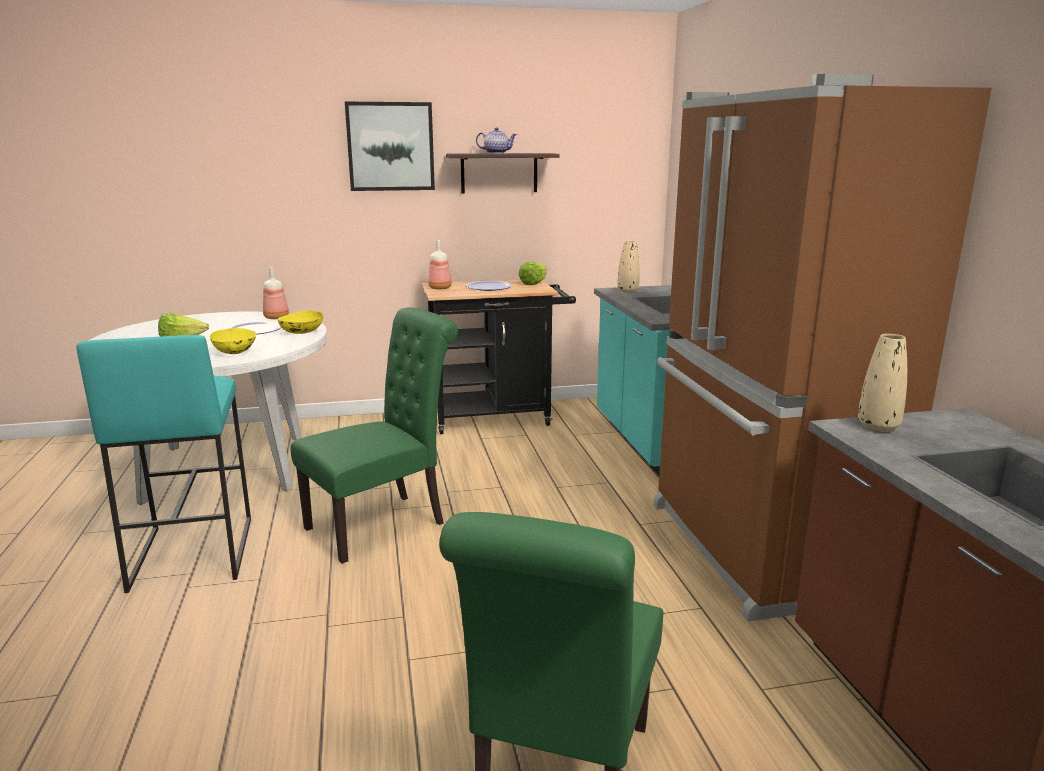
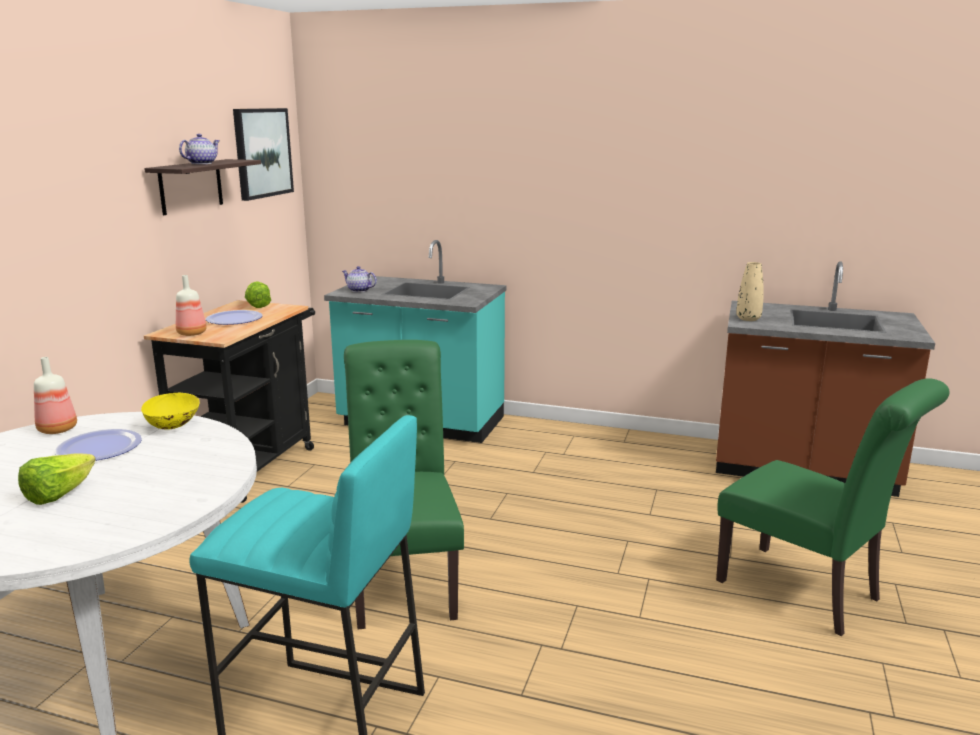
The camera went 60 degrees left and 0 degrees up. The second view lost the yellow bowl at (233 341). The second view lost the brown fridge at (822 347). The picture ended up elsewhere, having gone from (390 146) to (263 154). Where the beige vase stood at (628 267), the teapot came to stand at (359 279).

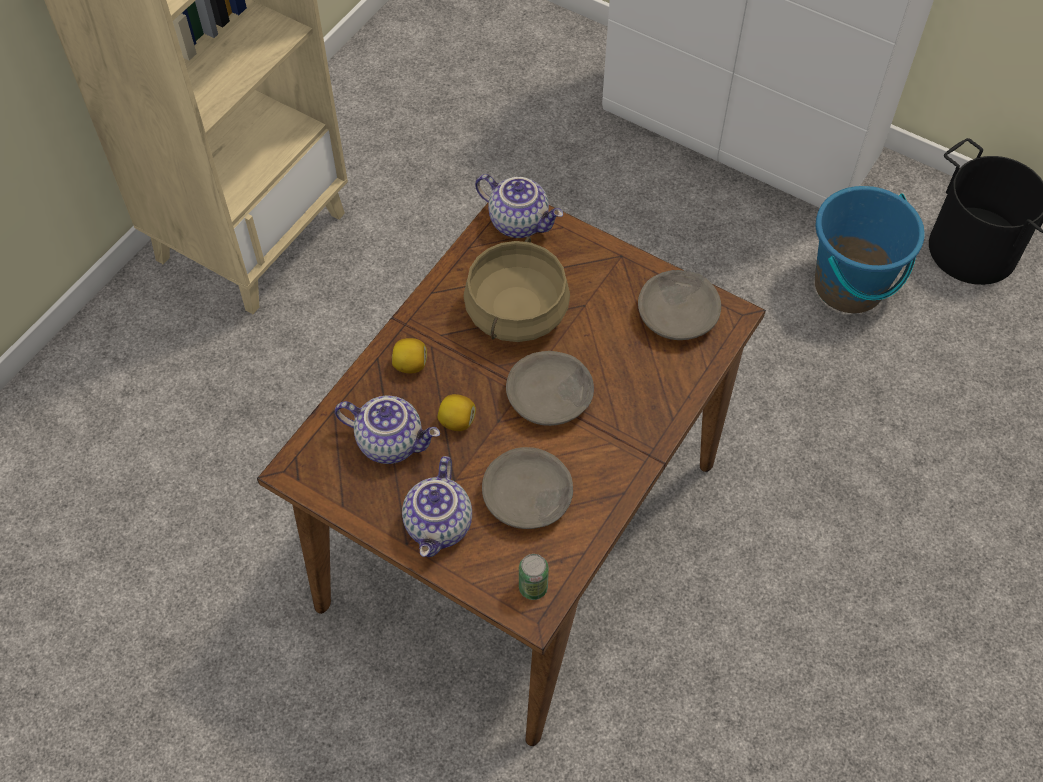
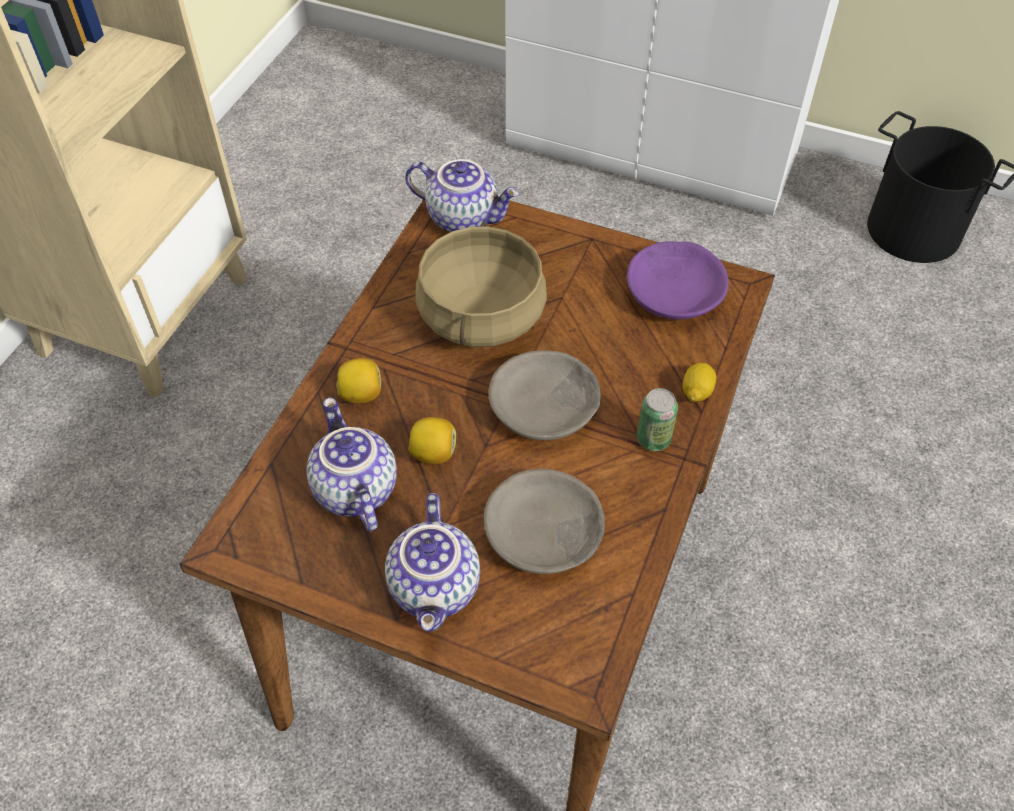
The camera went 10 degrees left and 5 degrees down. The second view lost the blue bucket at (870 249). The second view gained the lemon at (699 382). The can ended up elsewhere, having gone from (534 577) to (657 419). What was the grey bowl at (679 305) turned into the purple bowl at (678 280). The teapot at (387 430) ended up facing another way, 120 degrees counterclockwise from before.

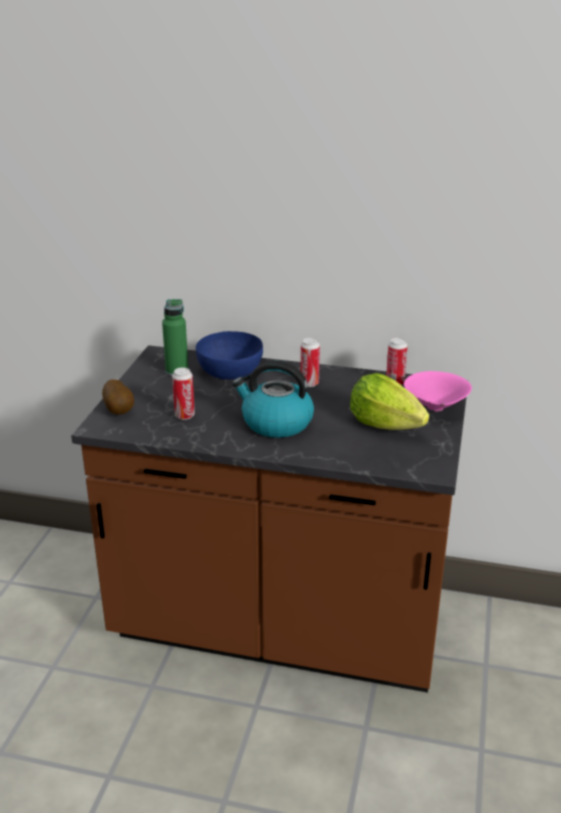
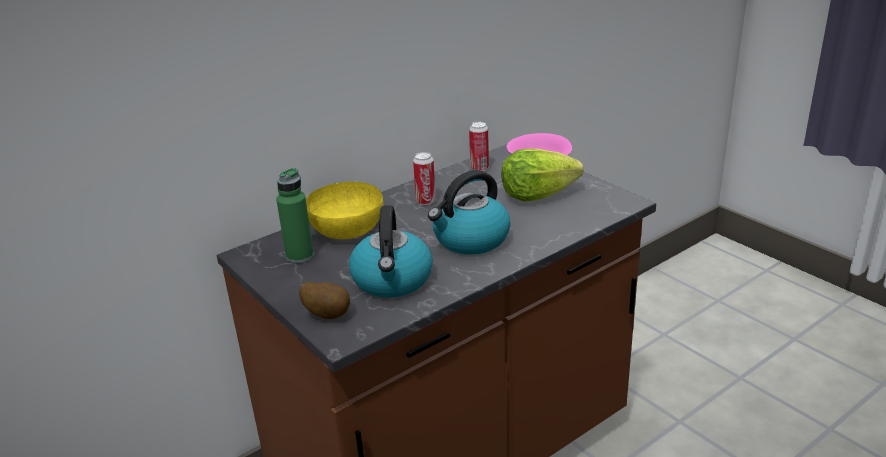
The camera went 50 degrees left and 0 degrees up. Where the can stood at (183 394), the kettle came to stand at (391 251). What was the blue bowl at (229 355) turned into the yellow bowl at (344 210).

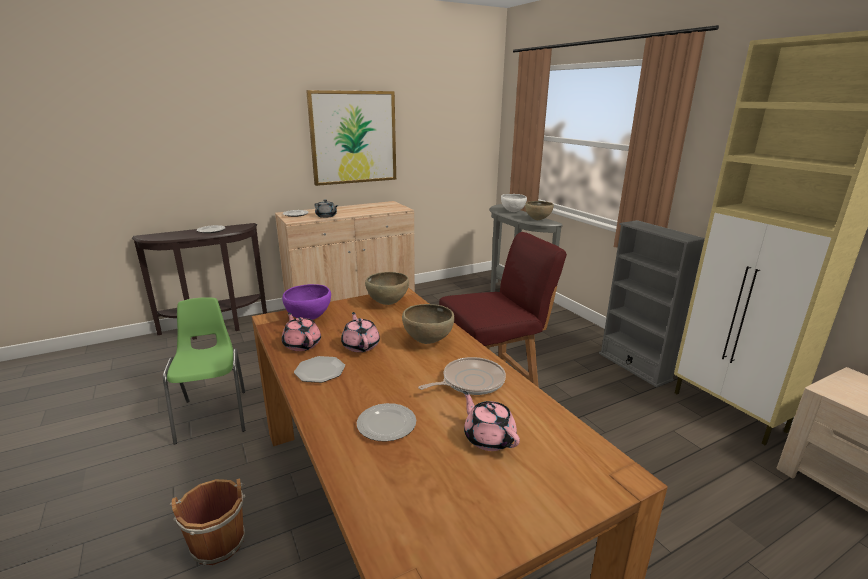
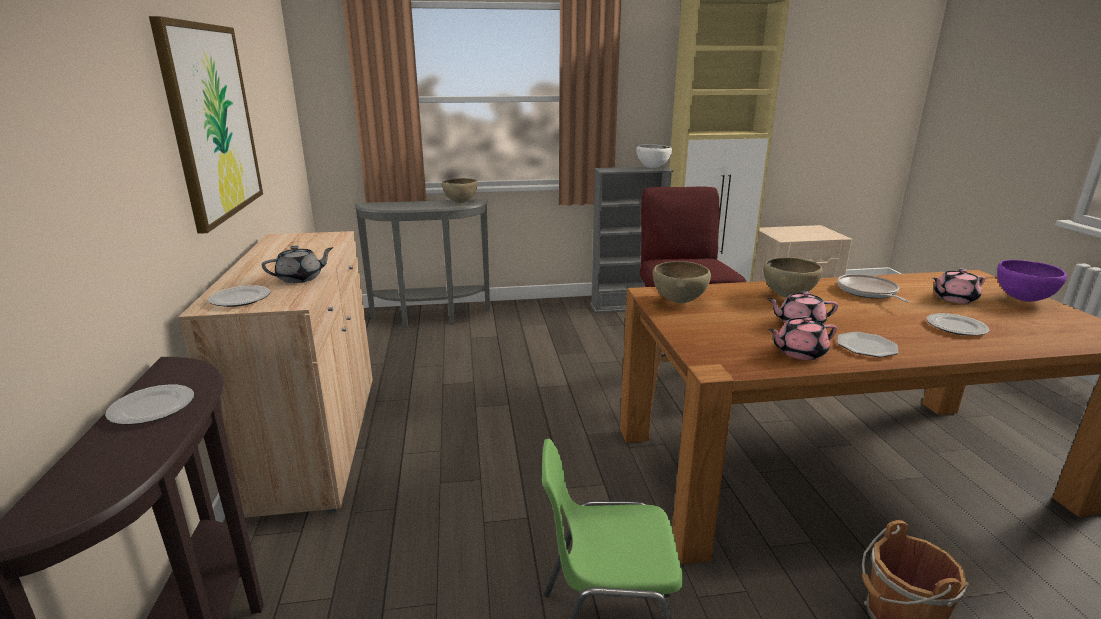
The camera went 70 degrees left and 0 degrees up. The purple bowl ended up elsewhere, having gone from (306 302) to (1032 281). The white bowl ended up elsewhere, having gone from (514 203) to (654 156).

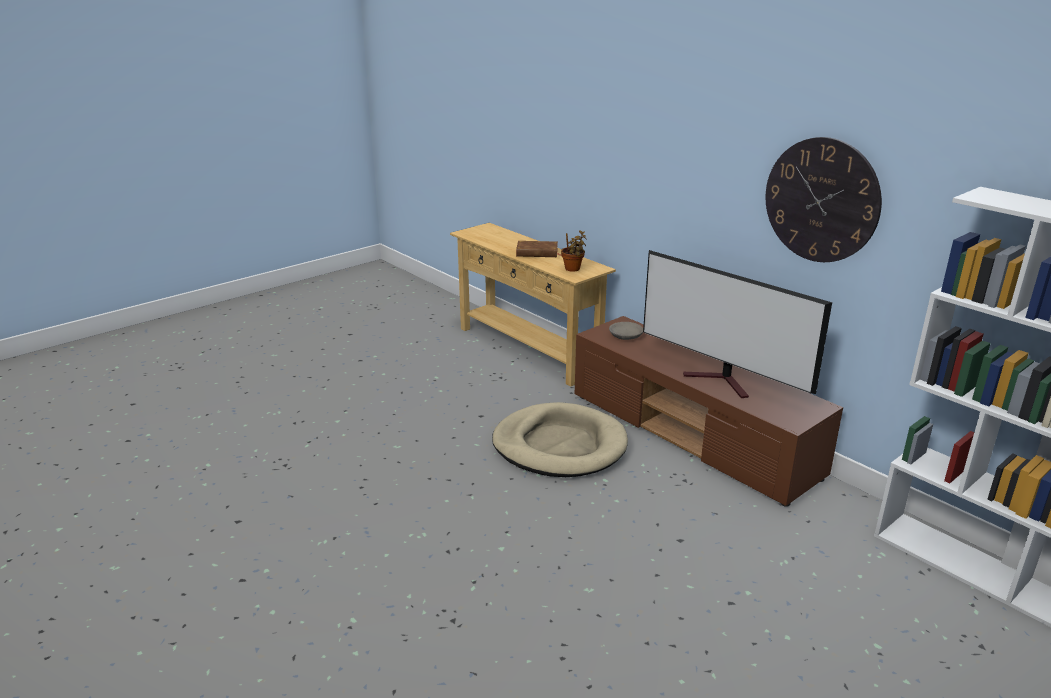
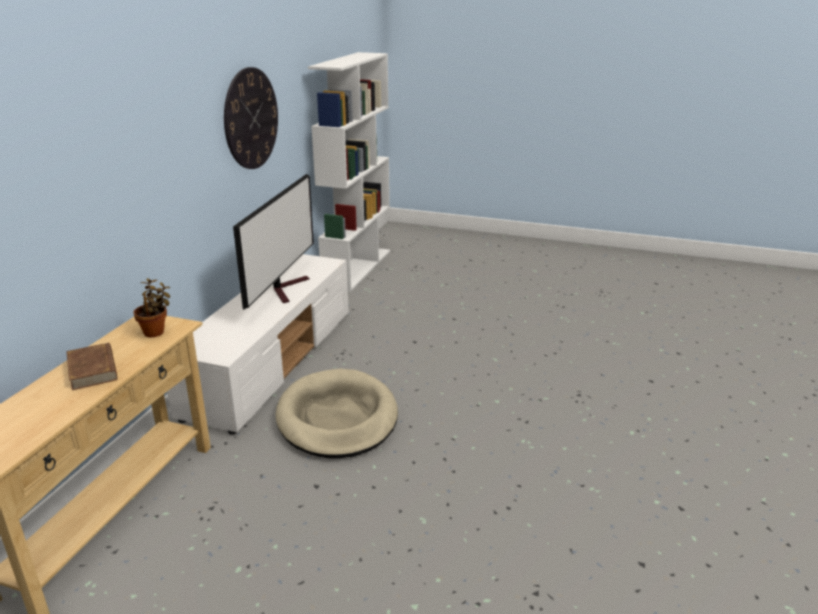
The camera went 120 degrees left and 0 degrees up. The second view lost the grey bowl at (626 331). What was the brown tv stand at (709 411) turned into the white tv stand at (258 344).

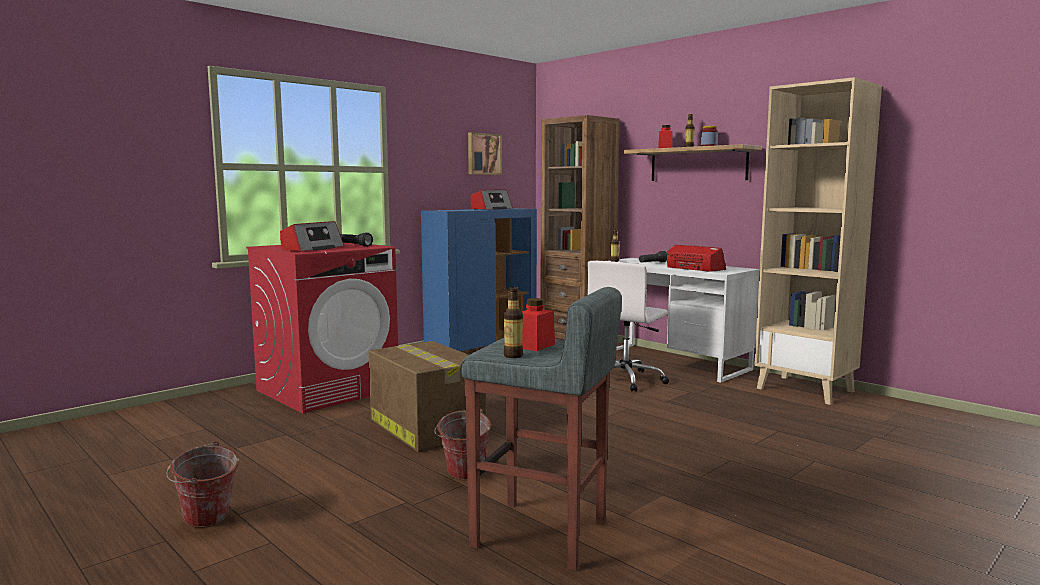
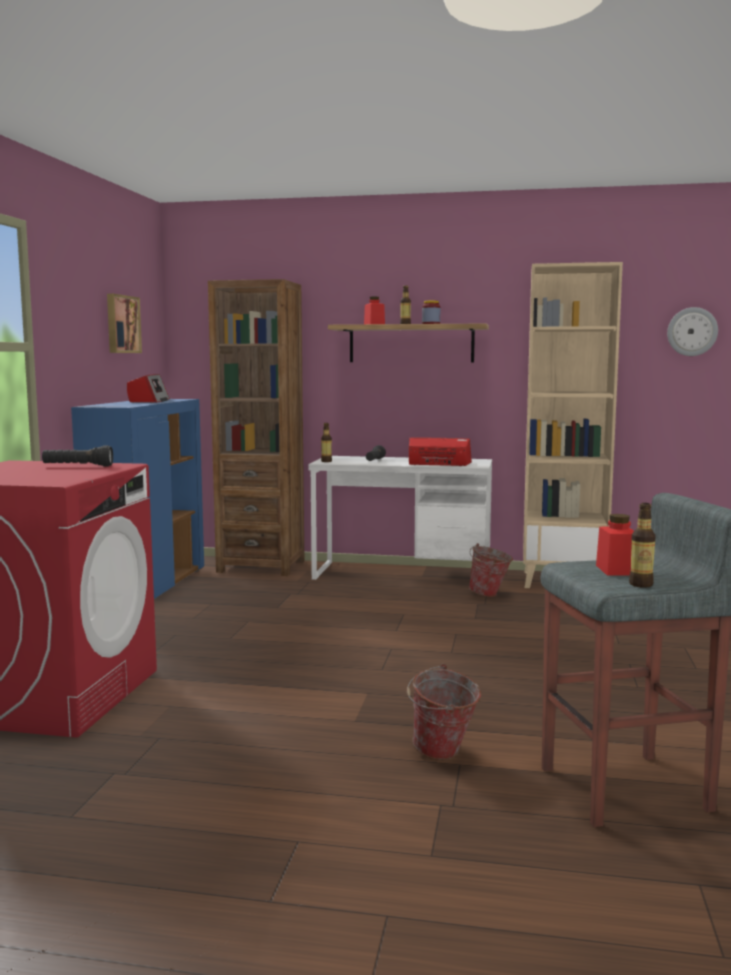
The camera went 35 degrees left and 0 degrees up. The second view lost the radio at (312 236). The second view lost the cardboard box at (427 396). The second view lost the white office chair at (628 326). The second view gained the wall clock at (692 331). The bucket ended up elsewhere, having gone from (203 484) to (490 570).

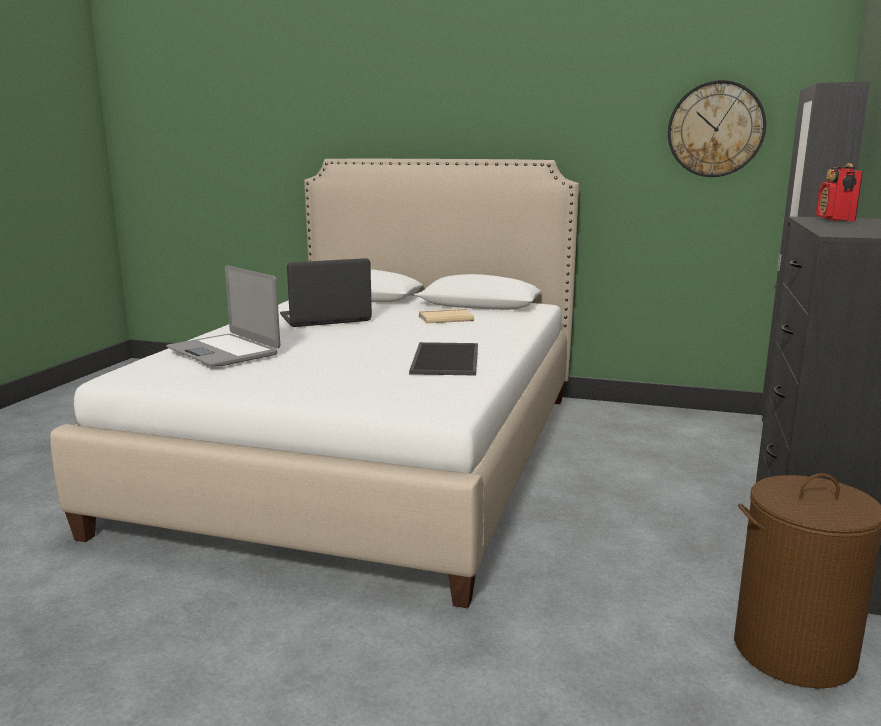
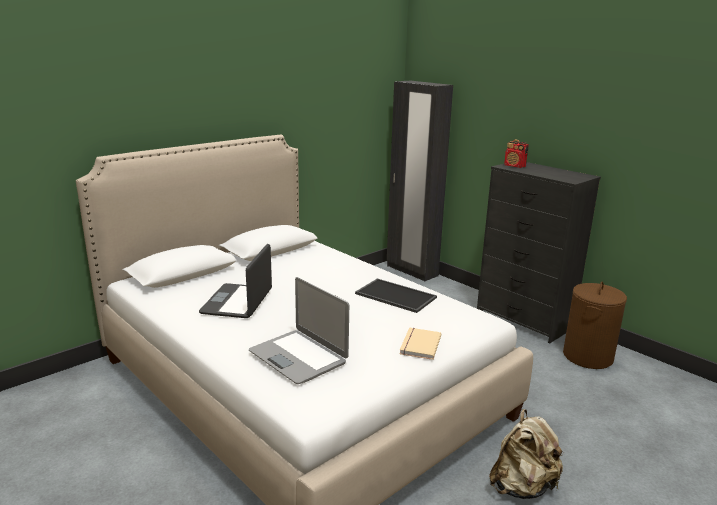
The camera went 60 degrees left and 5 degrees up. The second view lost the wall clock at (717 128). The second view gained the beige backpack at (526 454). The beige book ended up elsewhere, having gone from (446 316) to (420 344). The laptop at (223 316) ended up facing another way, 60 degrees clockwise from before.

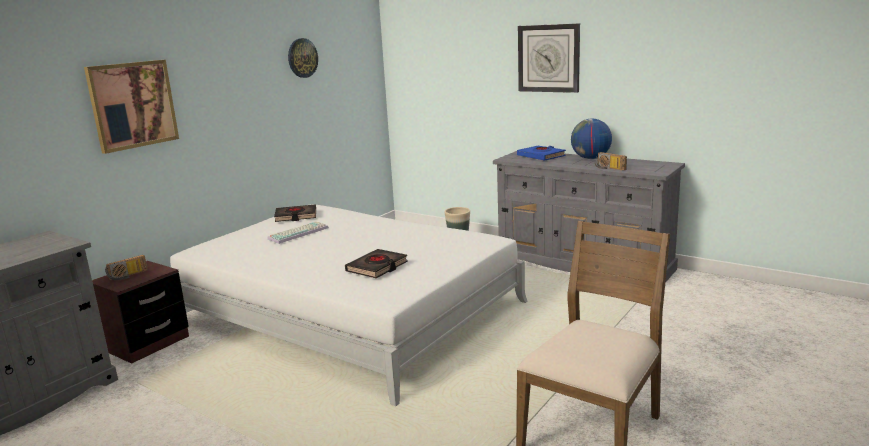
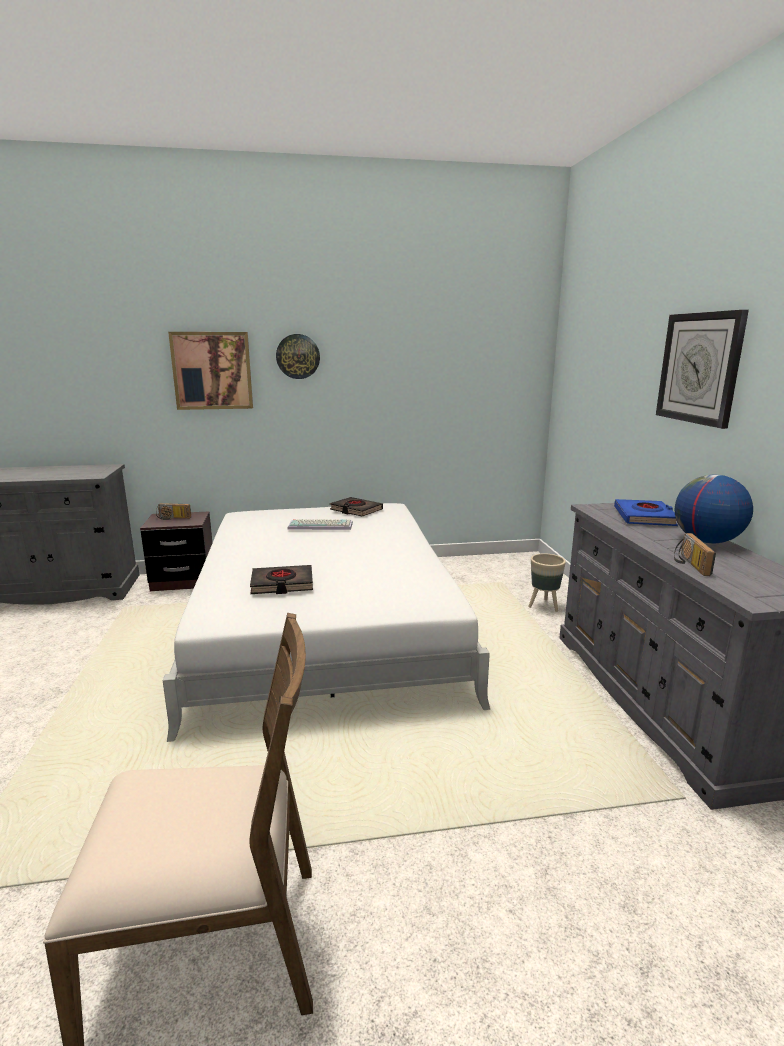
The camera went 45 degrees right and 0 degrees up. The wall clock ended up elsewhere, having gone from (303 58) to (298 356).

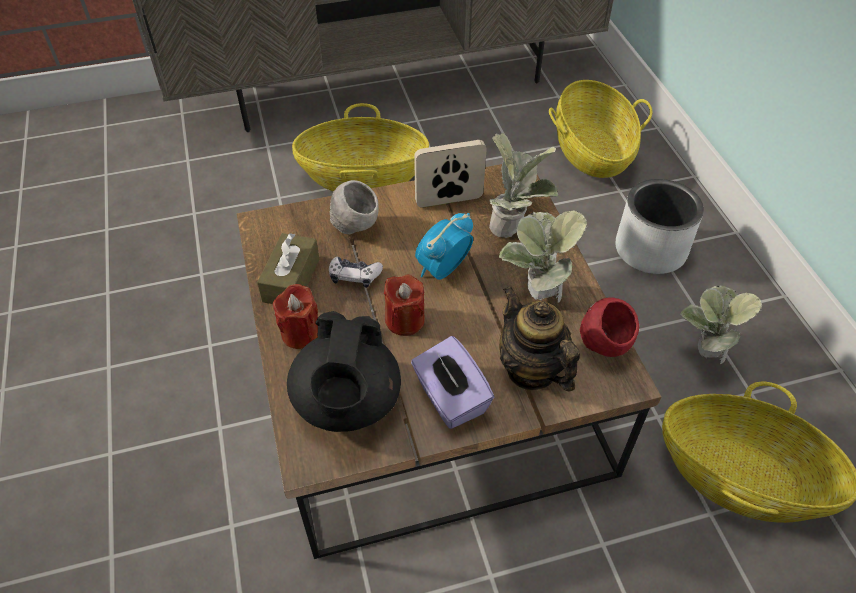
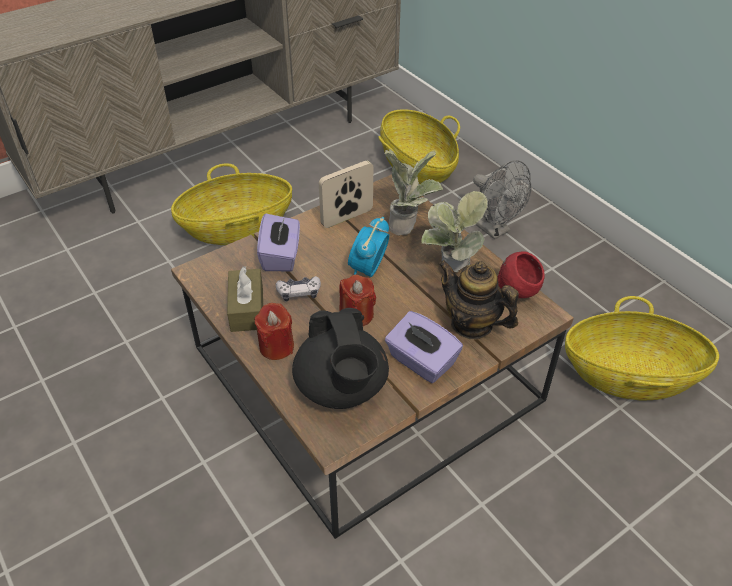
The camera went 20 degrees left and 5 degrees down. The second view lost the potted plant at (721 324). Where the grey bowl stood at (354 207), the purple tissue box came to stand at (278 242). Where the grey planter stood at (660 226), the grey fan came to stand at (502 200).

